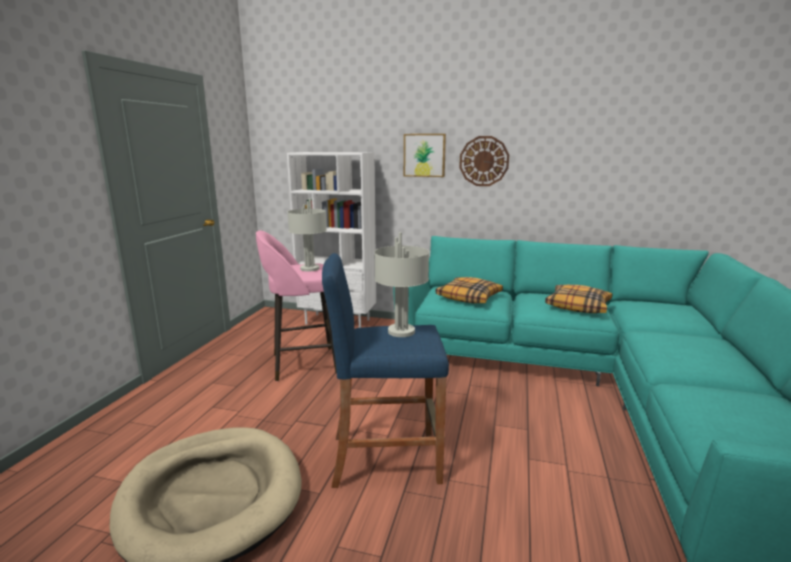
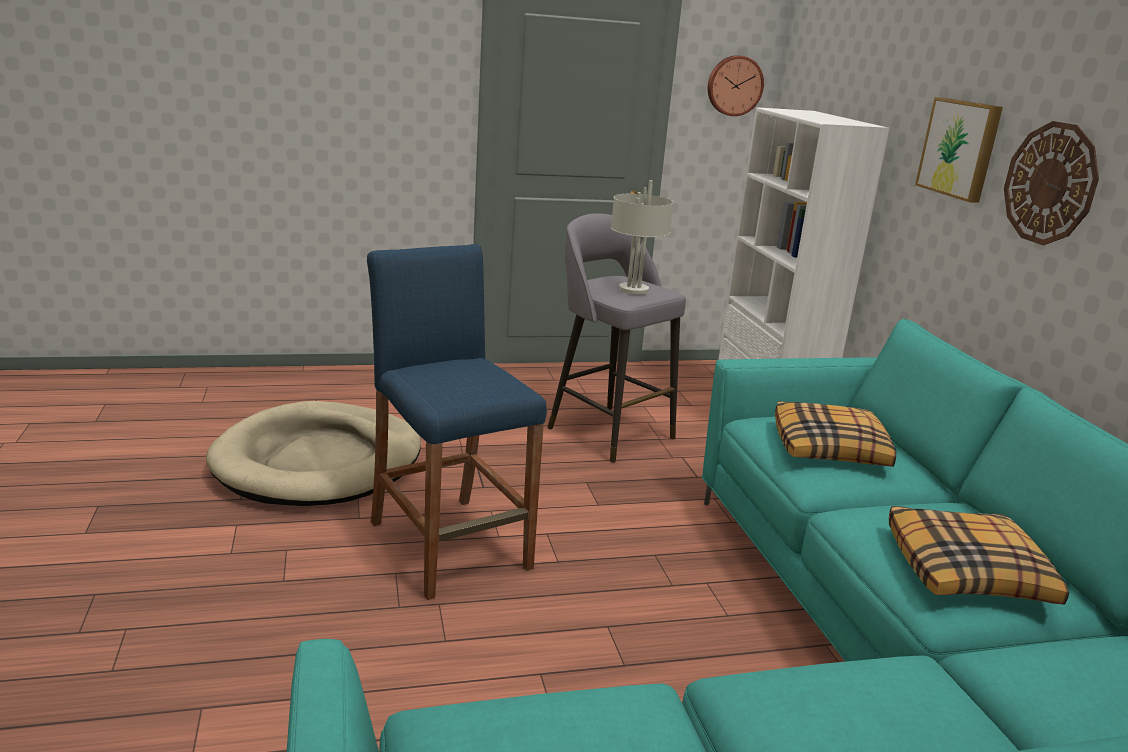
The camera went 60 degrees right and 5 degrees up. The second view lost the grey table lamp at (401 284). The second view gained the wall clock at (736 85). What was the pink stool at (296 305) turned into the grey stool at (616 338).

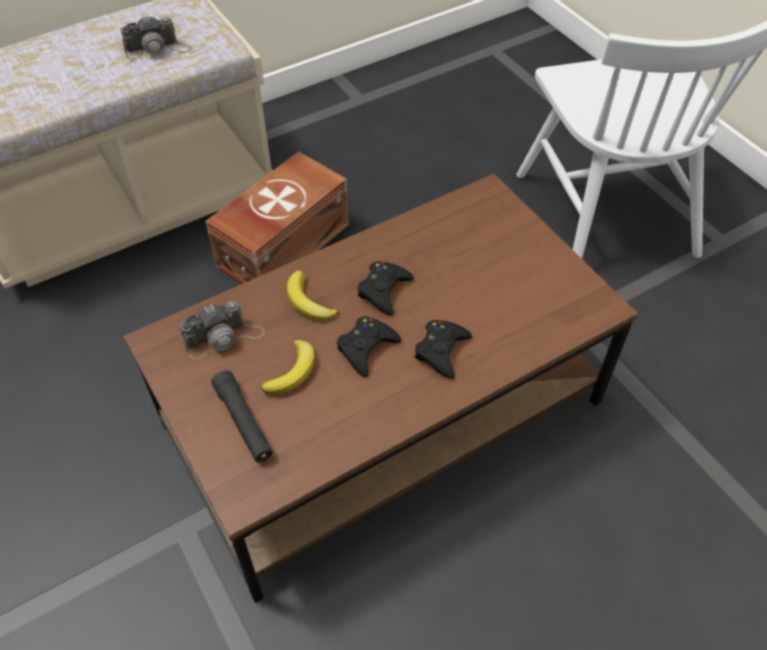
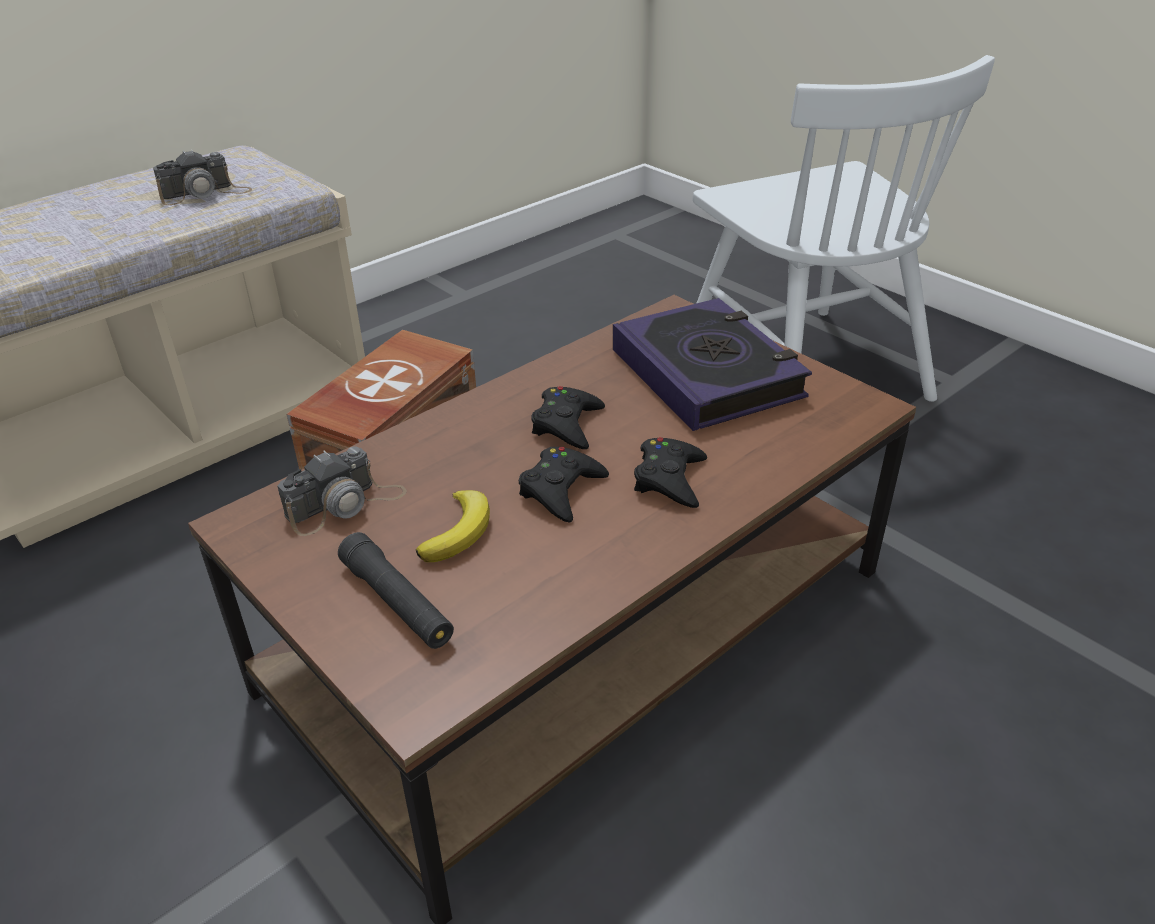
The camera went 10 degrees left and 15 degrees down. The second view lost the banana at (313 295). The second view gained the book at (712 364).

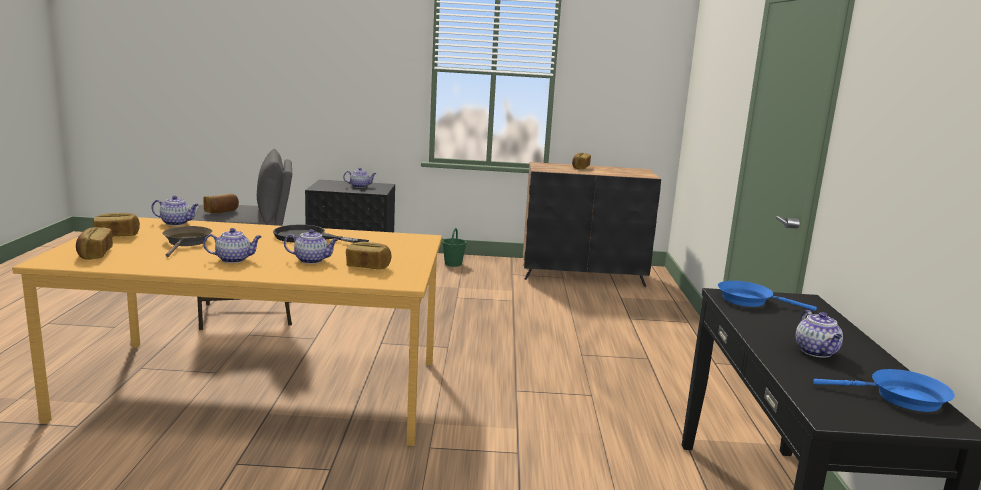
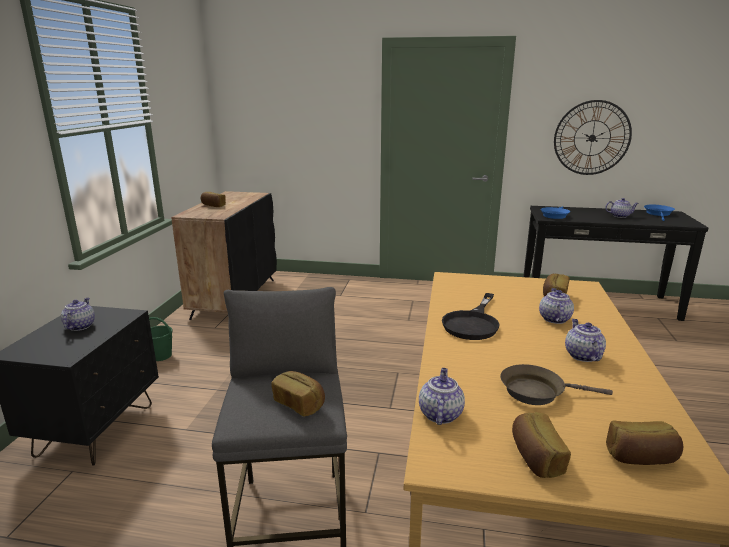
The camera went 80 degrees left and 5 degrees up. The second view gained the wall clock at (593 137).

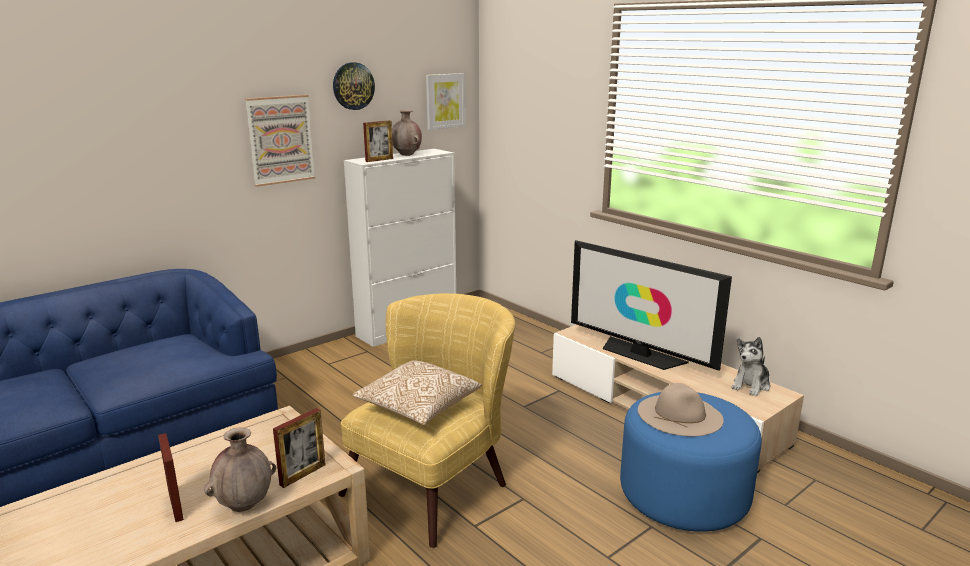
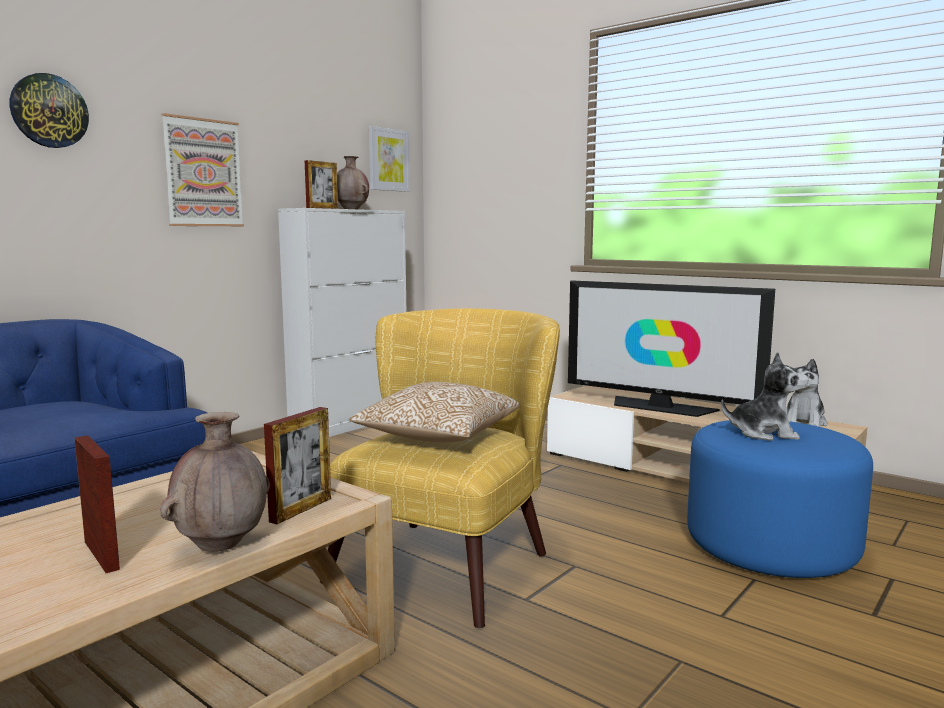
The camera went 10 degrees left and 10 degrees down. The wall clock ended up elsewhere, having gone from (354 86) to (49 110). Where the beige hat stood at (681 410), the plush toy came to stand at (765 396).

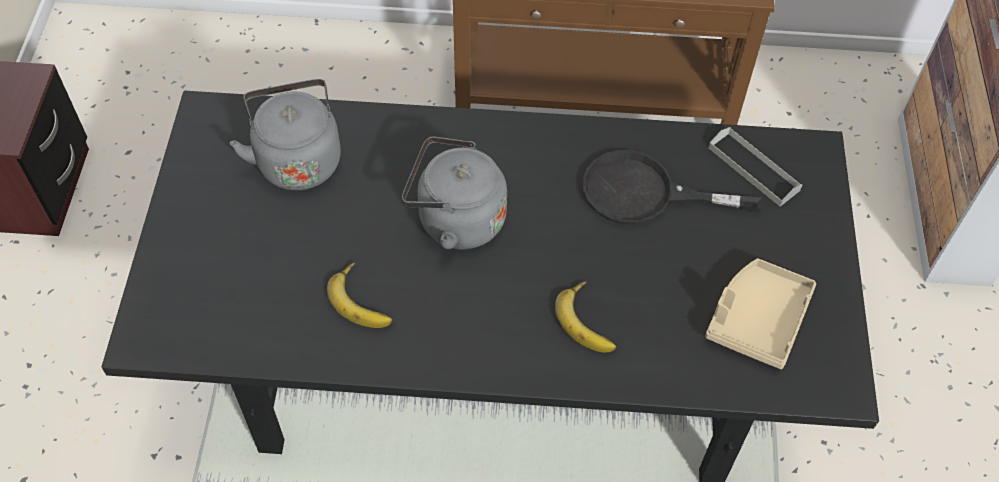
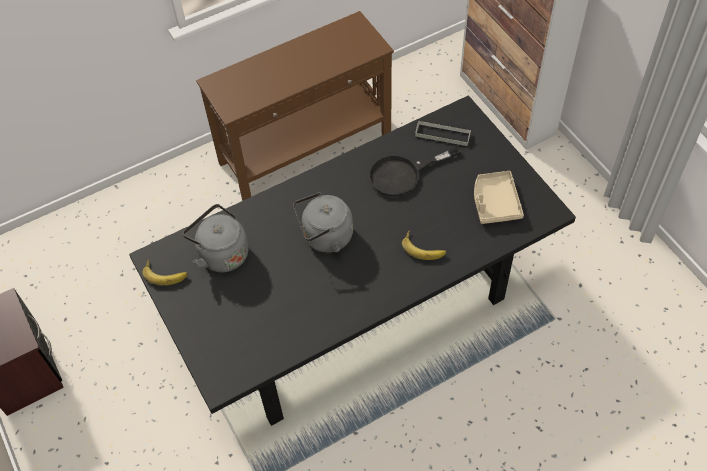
The camera went 30 degrees left and 0 degrees up. The banana ended up elsewhere, having gone from (360 295) to (165 271).

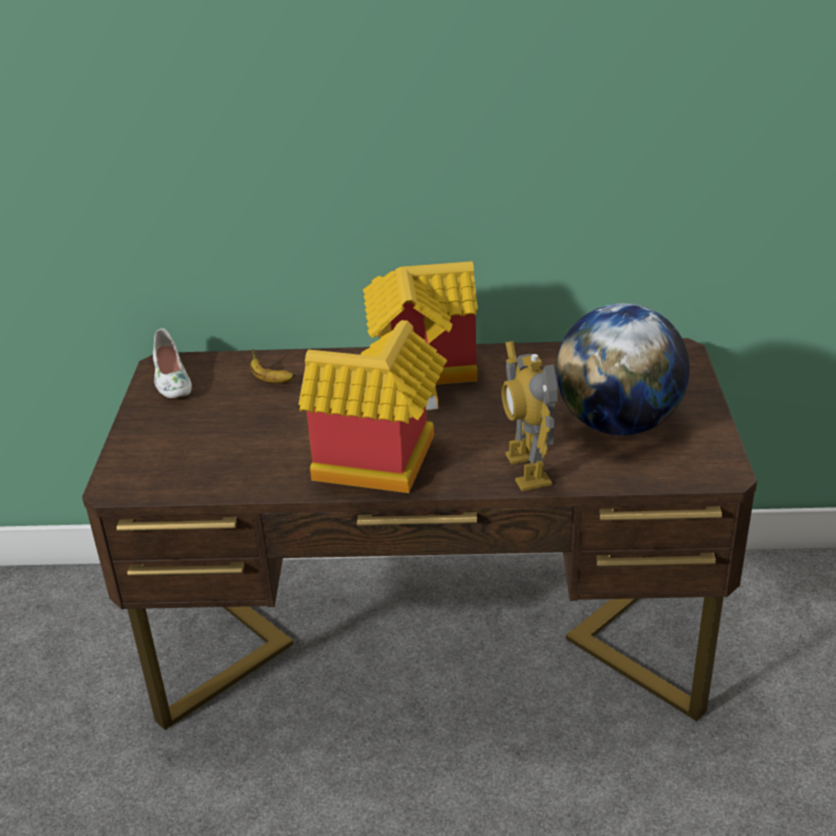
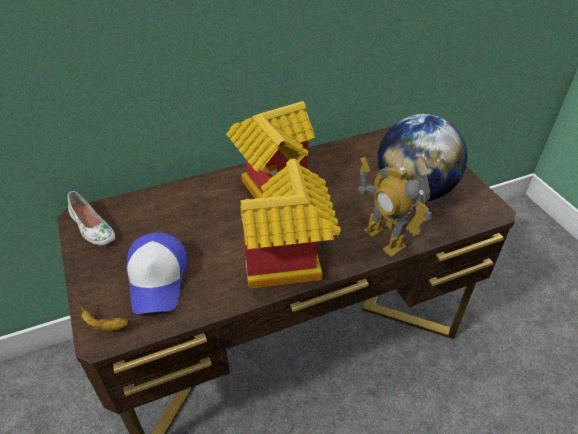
The camera went 25 degrees left and 10 degrees up. The second view gained the cap at (157 273). The banana ended up elsewhere, having gone from (272 366) to (104 316).

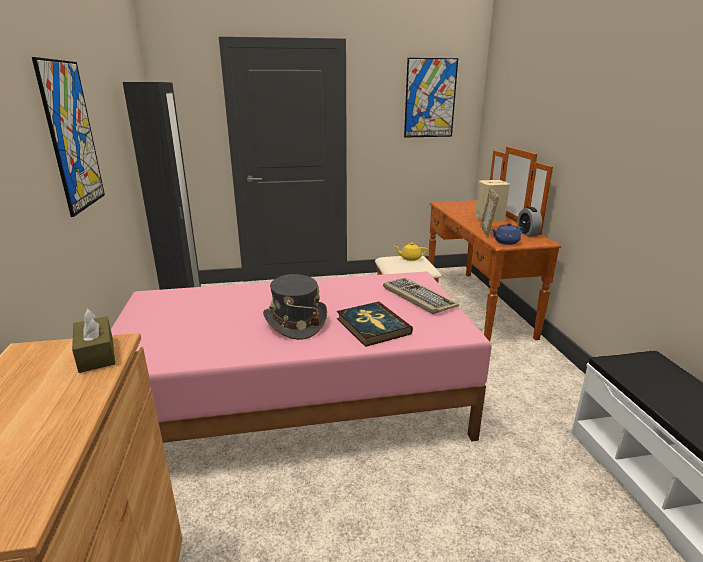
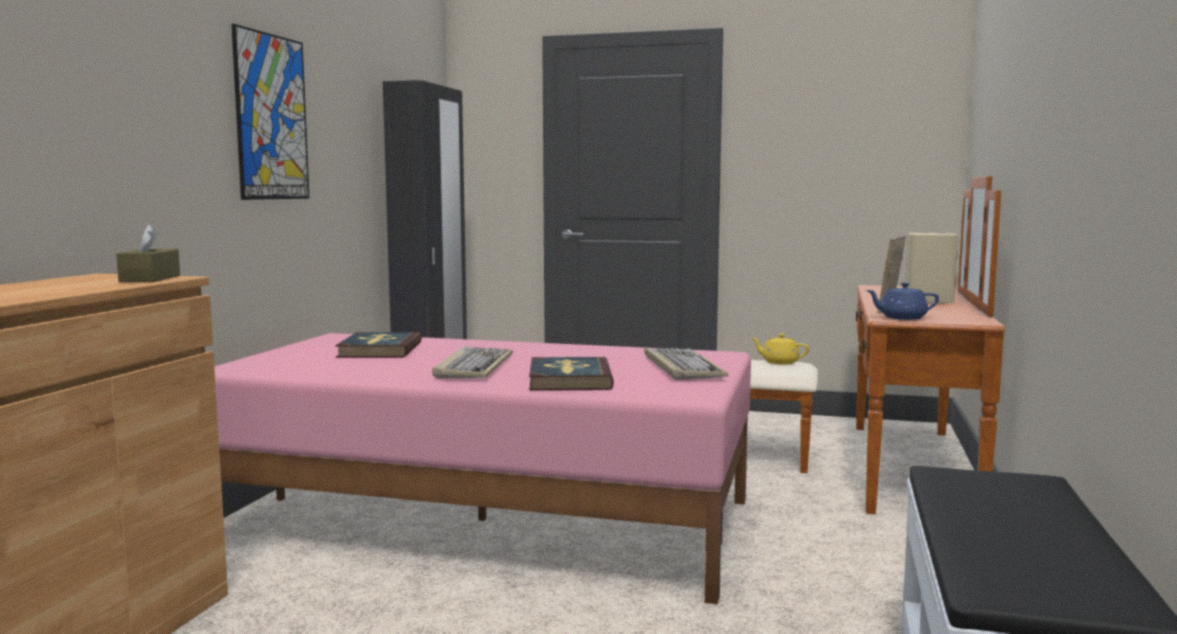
The camera went 25 degrees right and 15 degrees down. The second view lost the picture at (431 97). The second view lost the alarm clock at (529 222). The second view gained the book at (378 345). Where the grey hat stood at (295 307), the keyboard came to stand at (472 362).

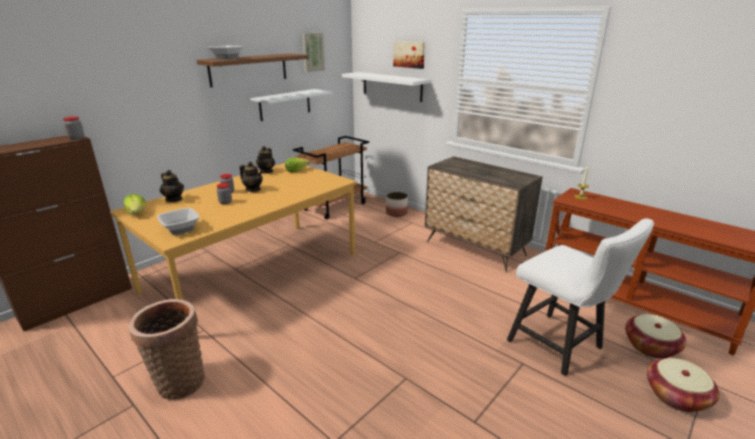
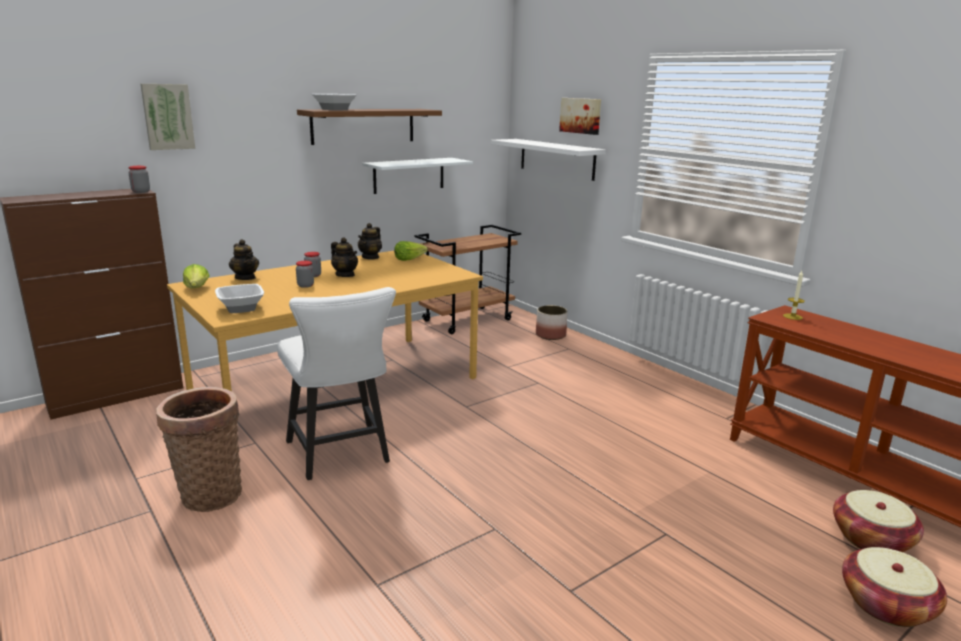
The camera went 10 degrees right and 5 degrees down. The second view lost the dresser at (484 214). The picture ended up elsewhere, having gone from (313 52) to (168 117). The white chair ended up elsewhere, having gone from (580 297) to (336 383).

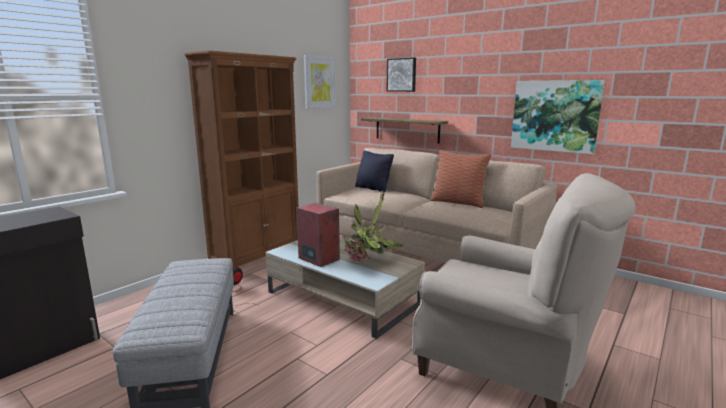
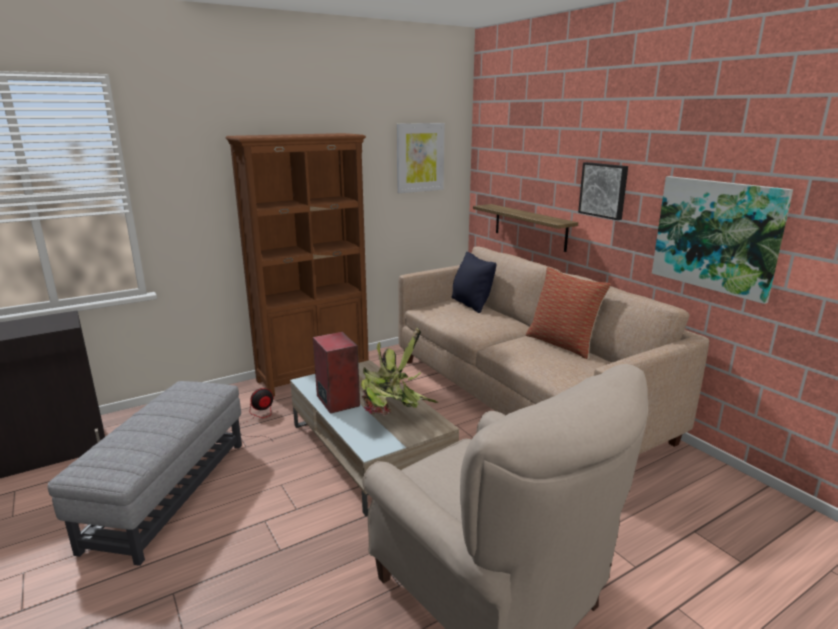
The camera went 20 degrees right and 5 degrees up. The picture ended up elsewhere, having gone from (401 74) to (603 191).

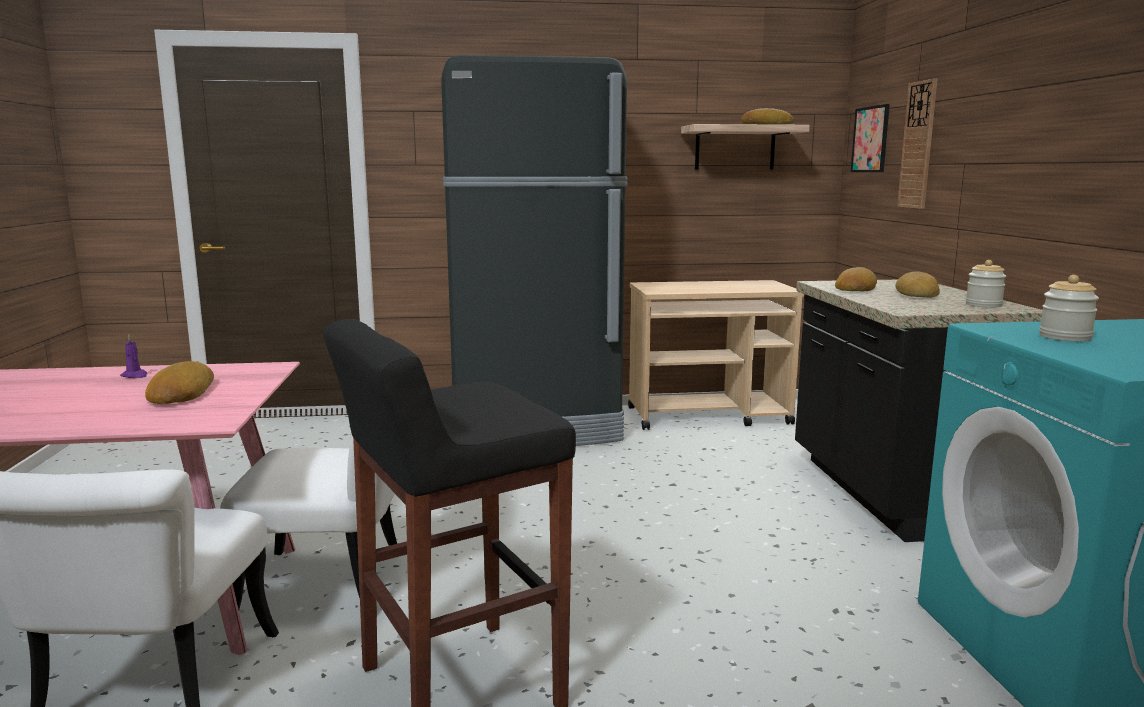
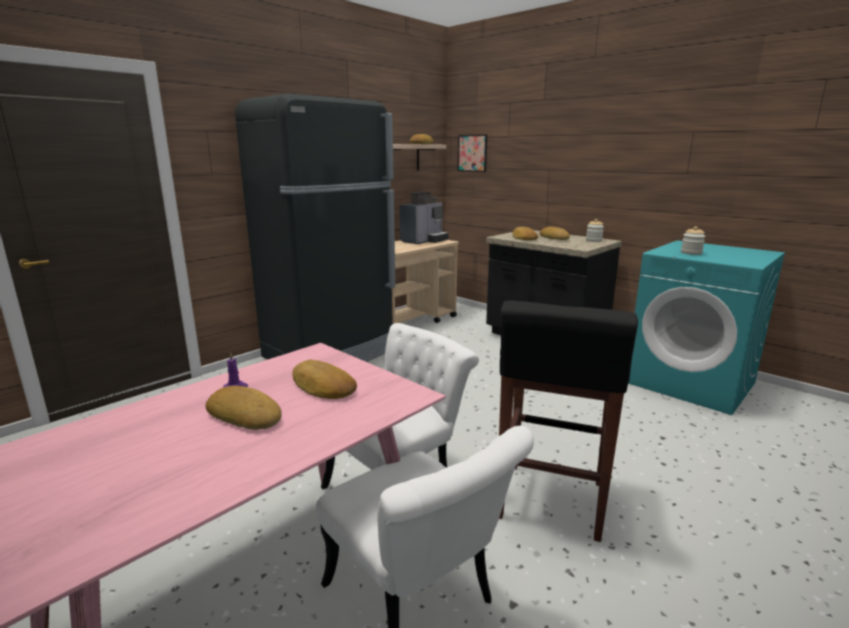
The camera went 40 degrees left and 5 degrees up. The second view lost the wall clock at (917 143). The second view gained the bread at (243 408). The second view gained the coffee machine at (424 218).

